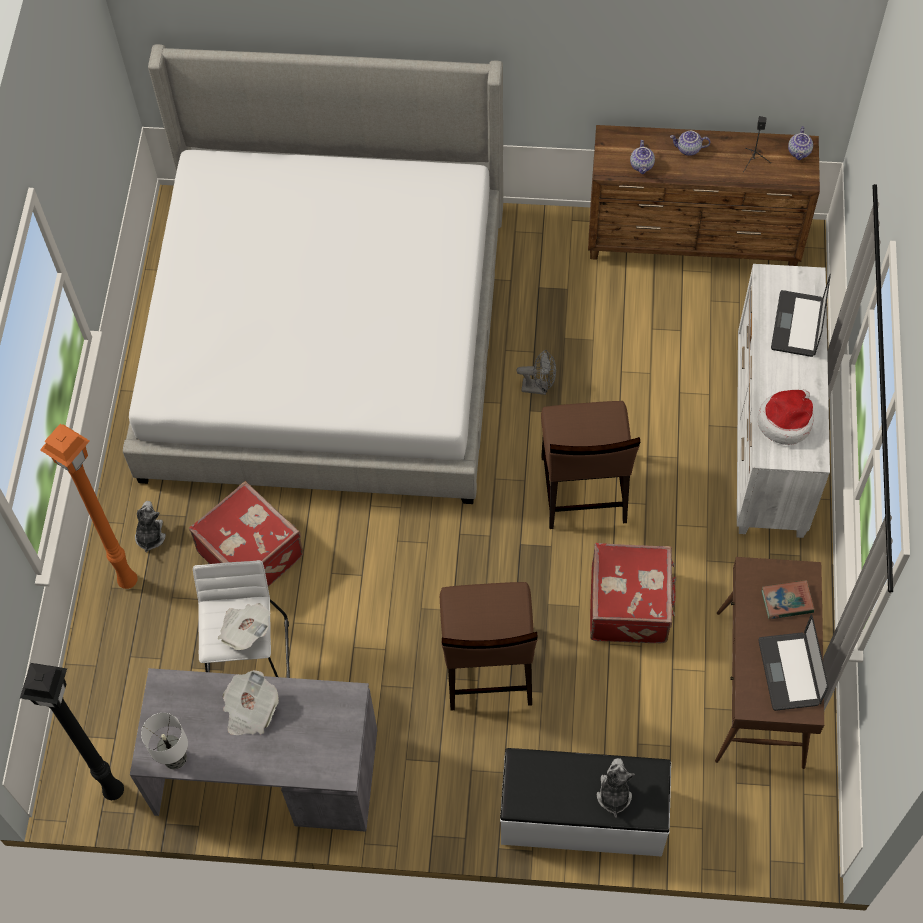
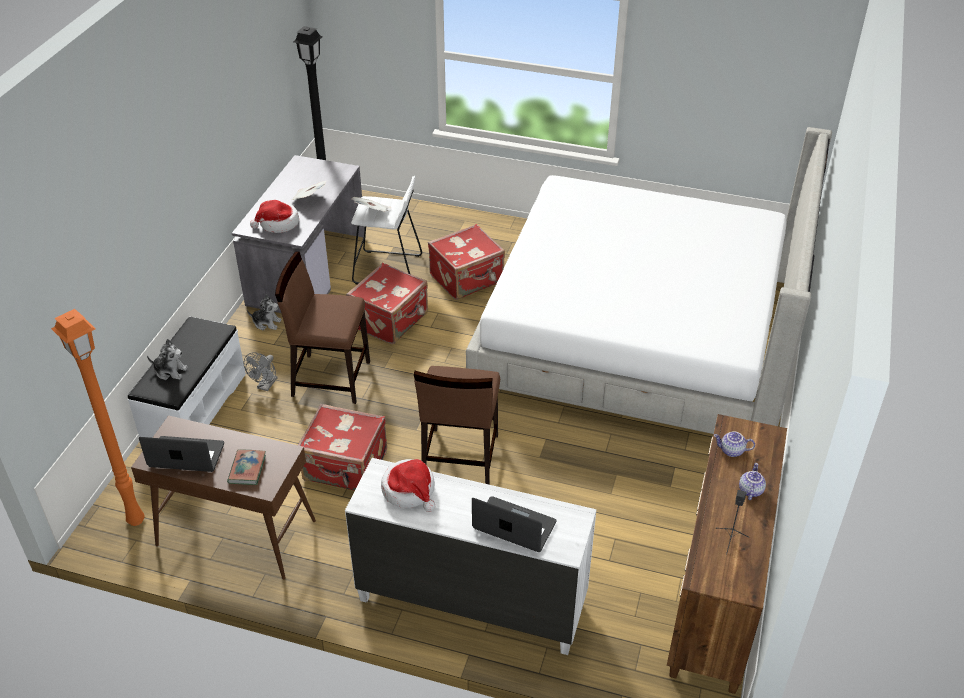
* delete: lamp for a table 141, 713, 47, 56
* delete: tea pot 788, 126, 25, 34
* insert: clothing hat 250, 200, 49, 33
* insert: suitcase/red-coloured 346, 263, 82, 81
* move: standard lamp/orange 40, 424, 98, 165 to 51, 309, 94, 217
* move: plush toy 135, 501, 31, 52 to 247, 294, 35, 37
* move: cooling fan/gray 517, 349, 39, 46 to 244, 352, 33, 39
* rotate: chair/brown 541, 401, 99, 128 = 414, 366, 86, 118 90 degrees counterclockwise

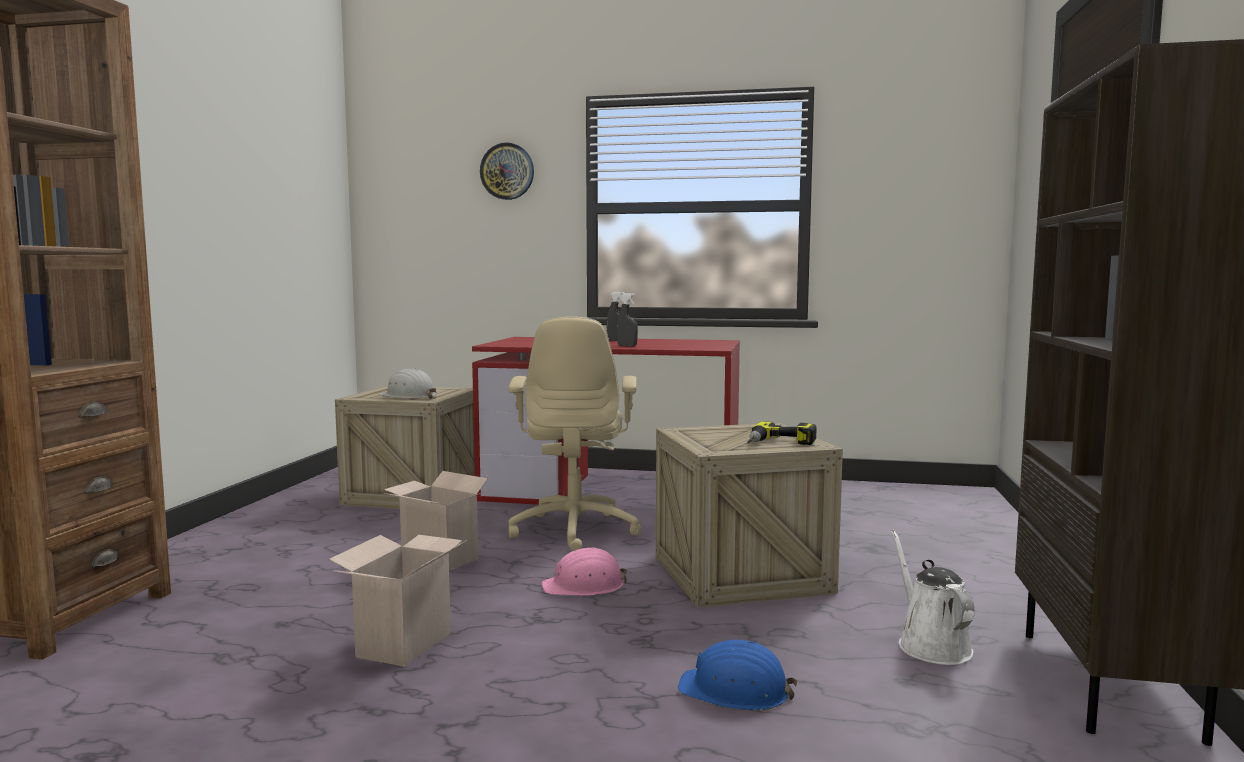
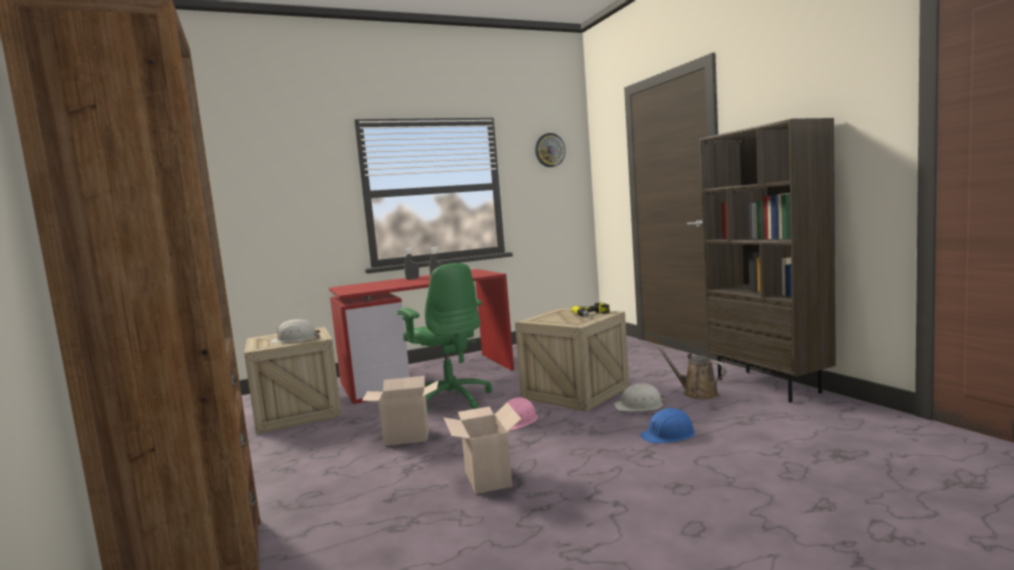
* insert: work helmet/white 614, 383, 51, 28
* move: wall clock 480, 143, 54, 57 to 535, 133, 31, 34
* recolor: desk chair/sand-coloured 508, 317, 133, 234 to desk chair/greenish 397, 263, 95, 150
* recolor: watering pot/white 891, 530, 83, 135 to watering pot/brown 656, 346, 71, 54

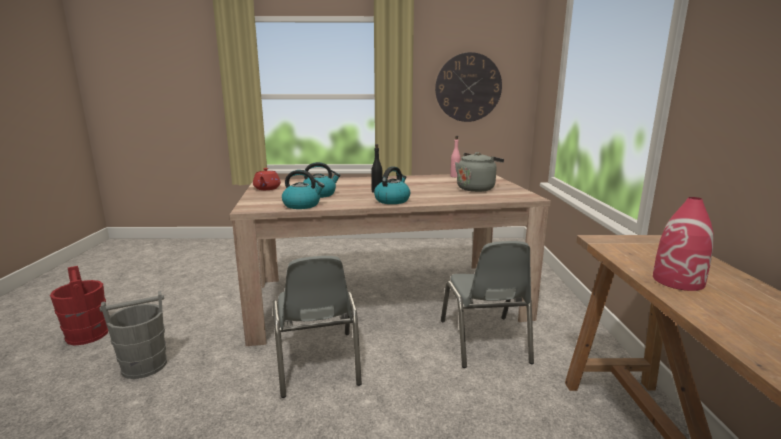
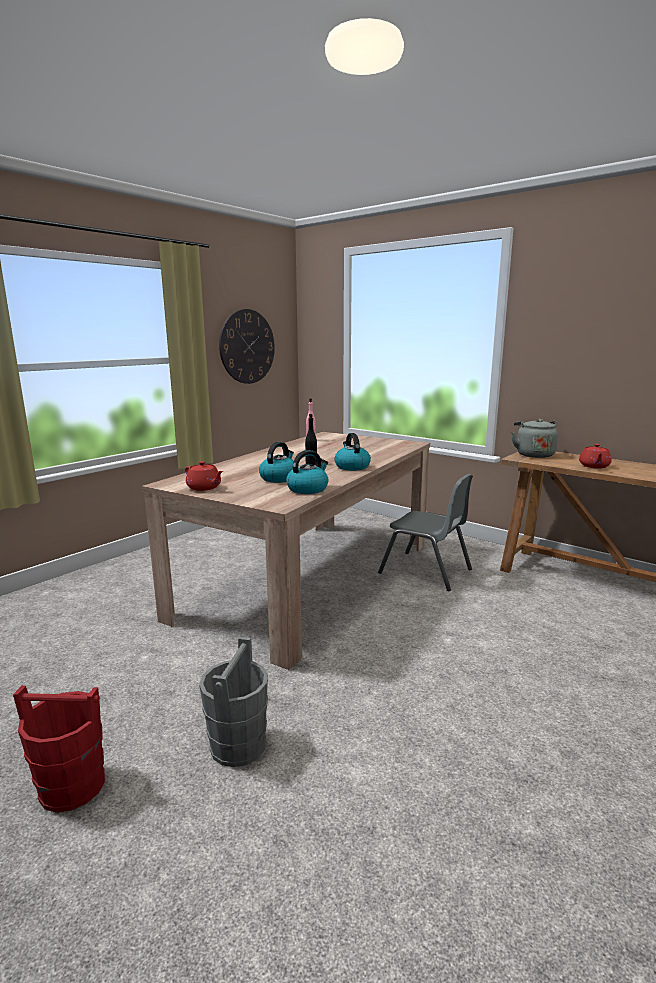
* delete: chair/gray 272, 256, 90, 142
* move: kettle/gray 455, 152, 49, 40 to 511, 419, 47, 39
* replace: decorative vase/red-coloured 653, 197, 60, 94 to tea pot/red-coloured 579, 444, 33, 25

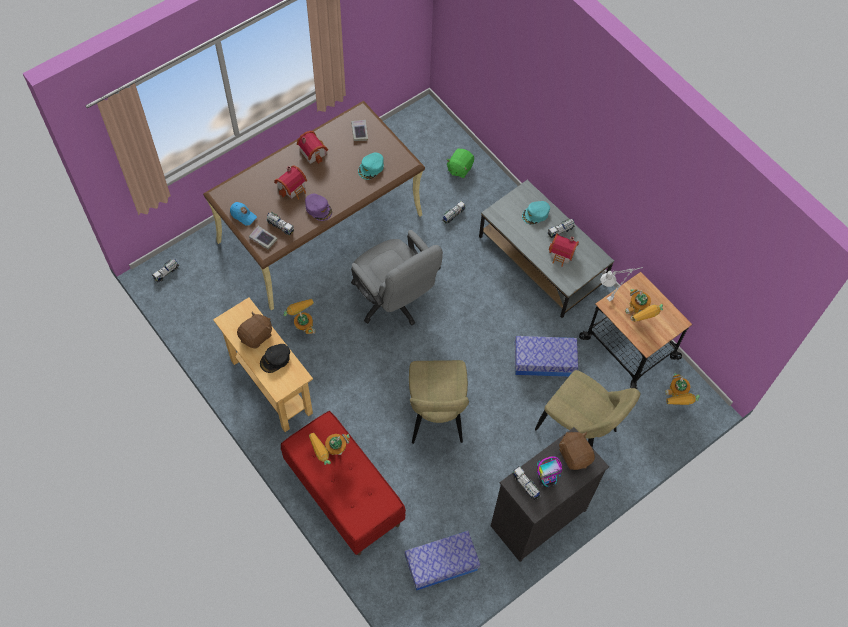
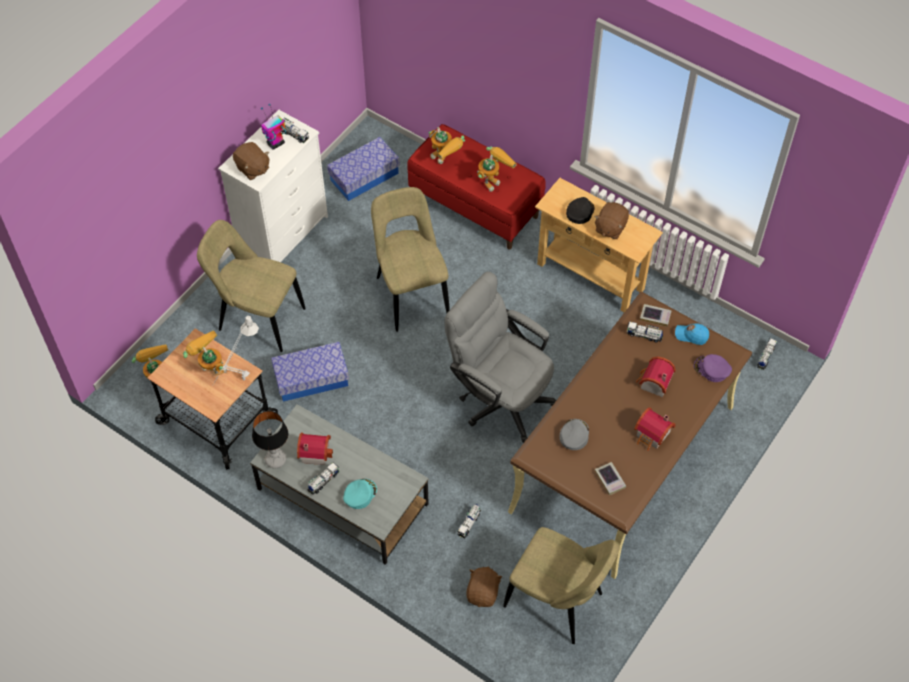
* insert: lamp for a table 252, 411, 36, 57
* insert: chair/sand-coloured 503, 527, 117, 117
* move: model robot 284, 299, 31, 35 to 428, 127, 37, 37
* move: peaked cap/purple-coloured 305, 194, 27, 27 to 694, 354, 38, 28
* recolor: peaked cap/turquoise 358, 152, 26, 28 to peaked cap/gray 559, 419, 30, 31
* recolor: plush toy/greenish 446, 149, 28, 29 to plush toy/brown 466, 567, 36, 40
* recolor: dresser/black-coloured 491, 427, 118, 135 to dresser/white 218, 110, 110, 152

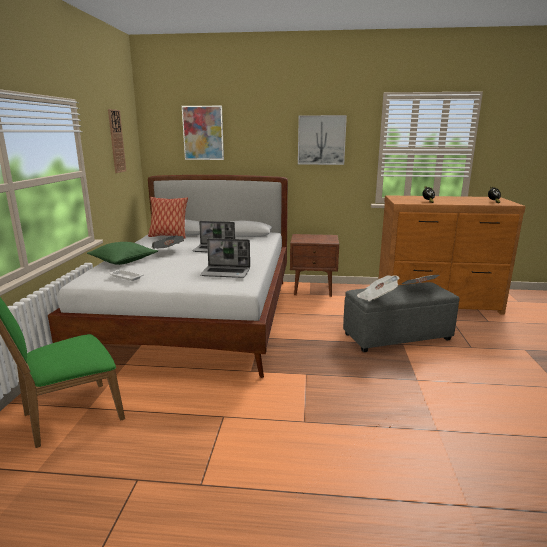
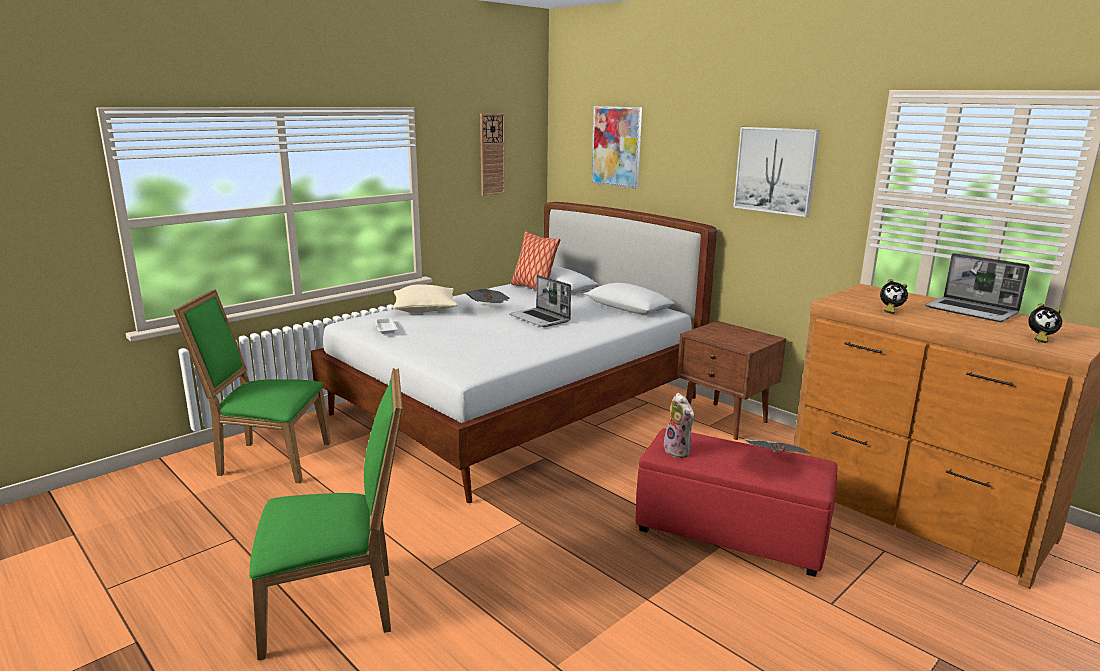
* insert: chair/greenish 249, 368, 154, 292
* move: portable computer 200, 238, 50, 40 to 926, 253, 104, 69
* replace: daily paper 357, 275, 43, 26 to plush toy 664, 393, 30, 65
* recolor: cushion/greenish 87, 242, 71, 23 to cushion/sand-coloured 393, 284, 65, 29
* recolor: pouffe/gray 343, 282, 116, 70 to pouffe/red-coloured 636, 428, 202, 149

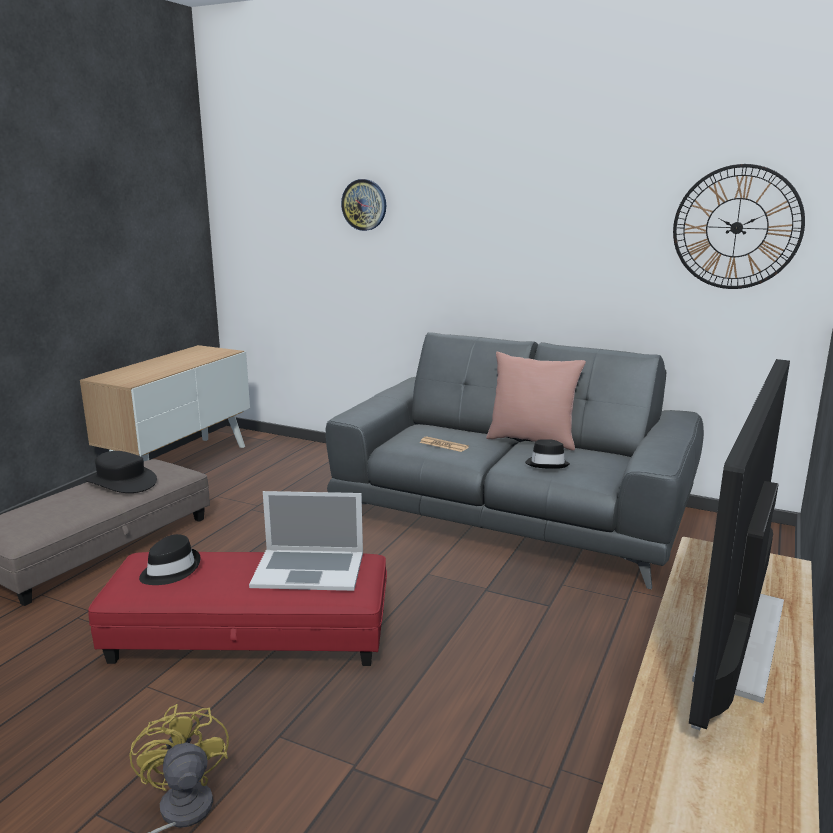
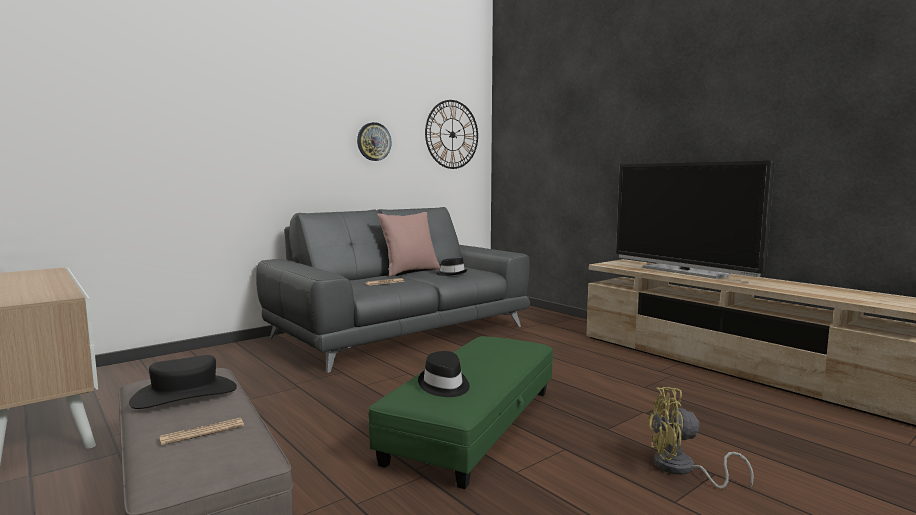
* delete: portable computer 249, 491, 114, 100
* insert: daily paper 160, 418, 84, 27
* move: wall clock 341, 179, 45, 52 to 357, 122, 35, 39
* recolor: pouffe/red-coloured 88, 552, 299, 114 to pouffe/greenish 368, 336, 185, 153

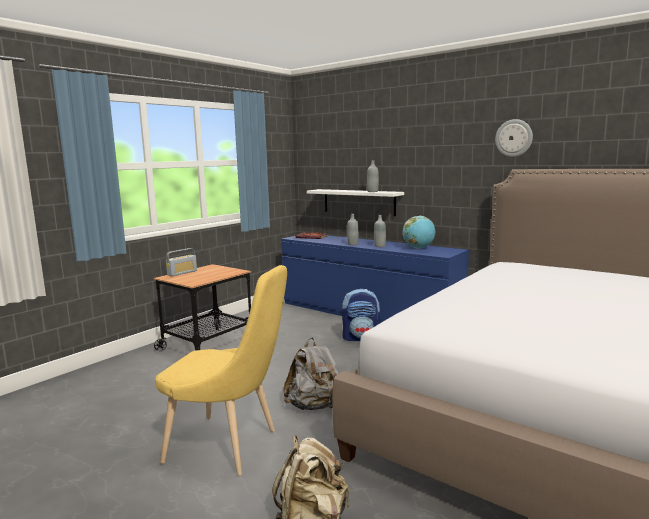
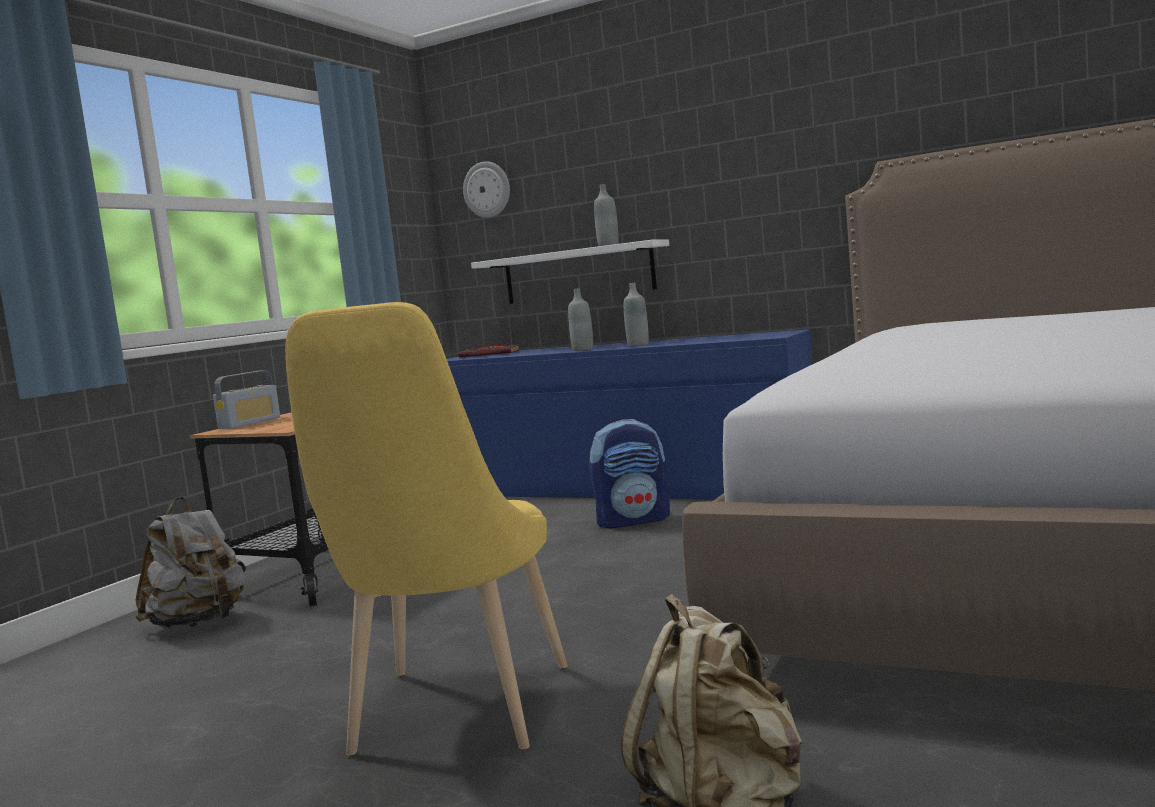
* delete: desk globe 403, 216, 32, 33
* move: knapsack/gray 283, 338, 55, 72 to 135, 497, 112, 131
* move: wall clock 495, 119, 38, 38 to 463, 161, 47, 57
* rotate: chair/yellow-coloured 155, 265, 132, 211 = 285, 302, 283, 454 90 degrees clockwise

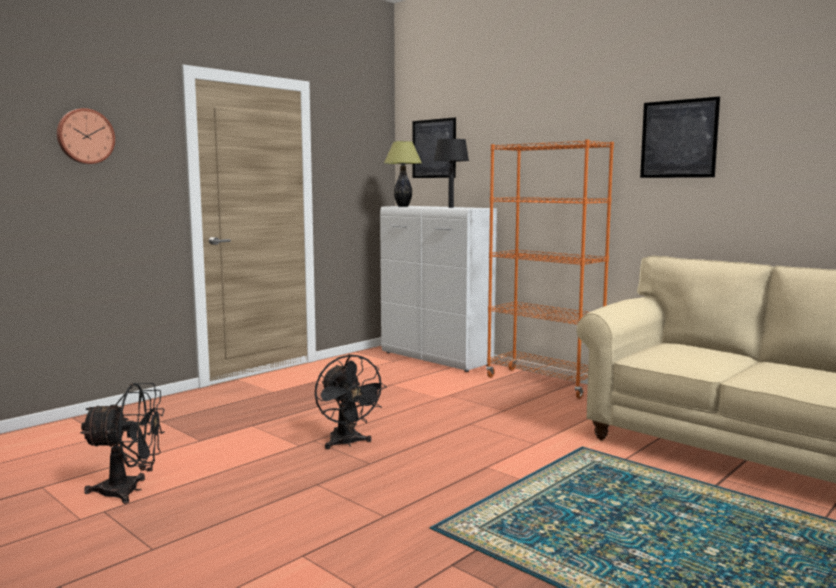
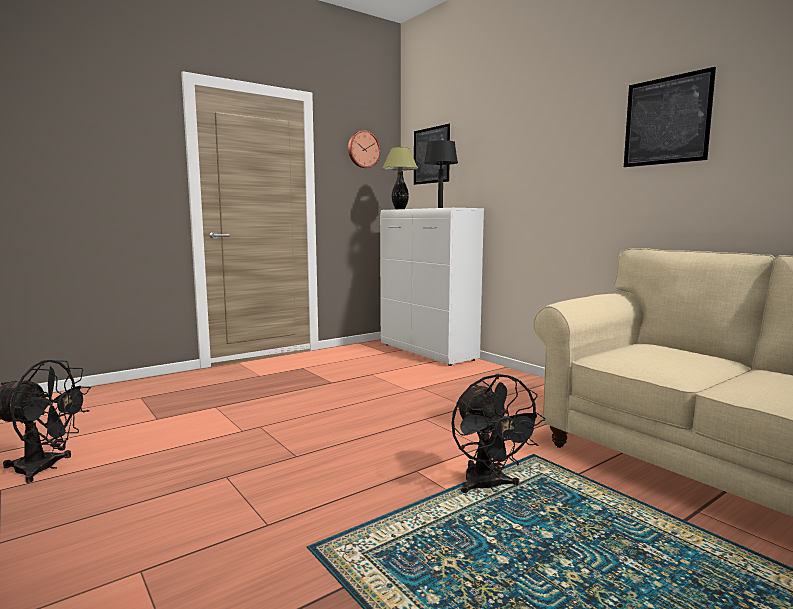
* delete: bookcase/orange 486, 139, 128, 260
* move: wall clock 57, 108, 58, 56 to 348, 130, 33, 38
* move: cooling fan/black-coloured 315, 354, 72, 95 to 452, 374, 94, 119

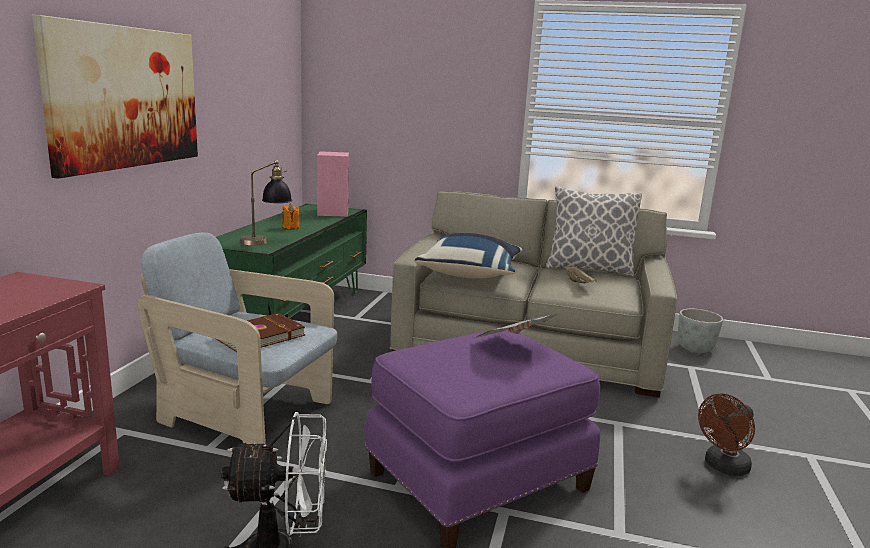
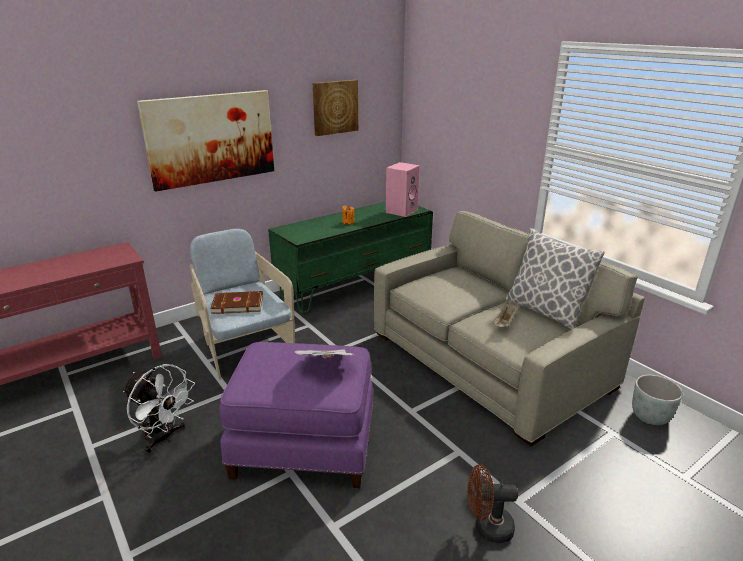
* delete: lamp for a table 239, 160, 53, 85
* delete: cushion/blue-coloured 415, 233, 107, 46
* insert: wall art 313, 80, 45, 56

